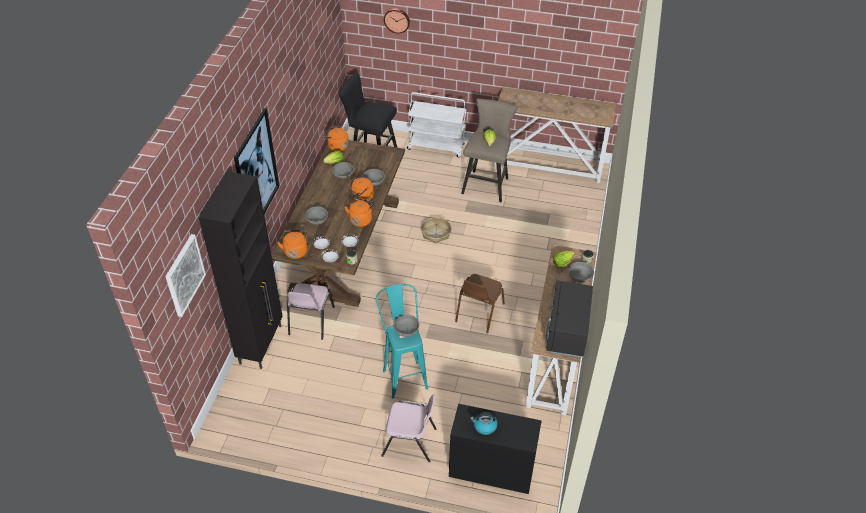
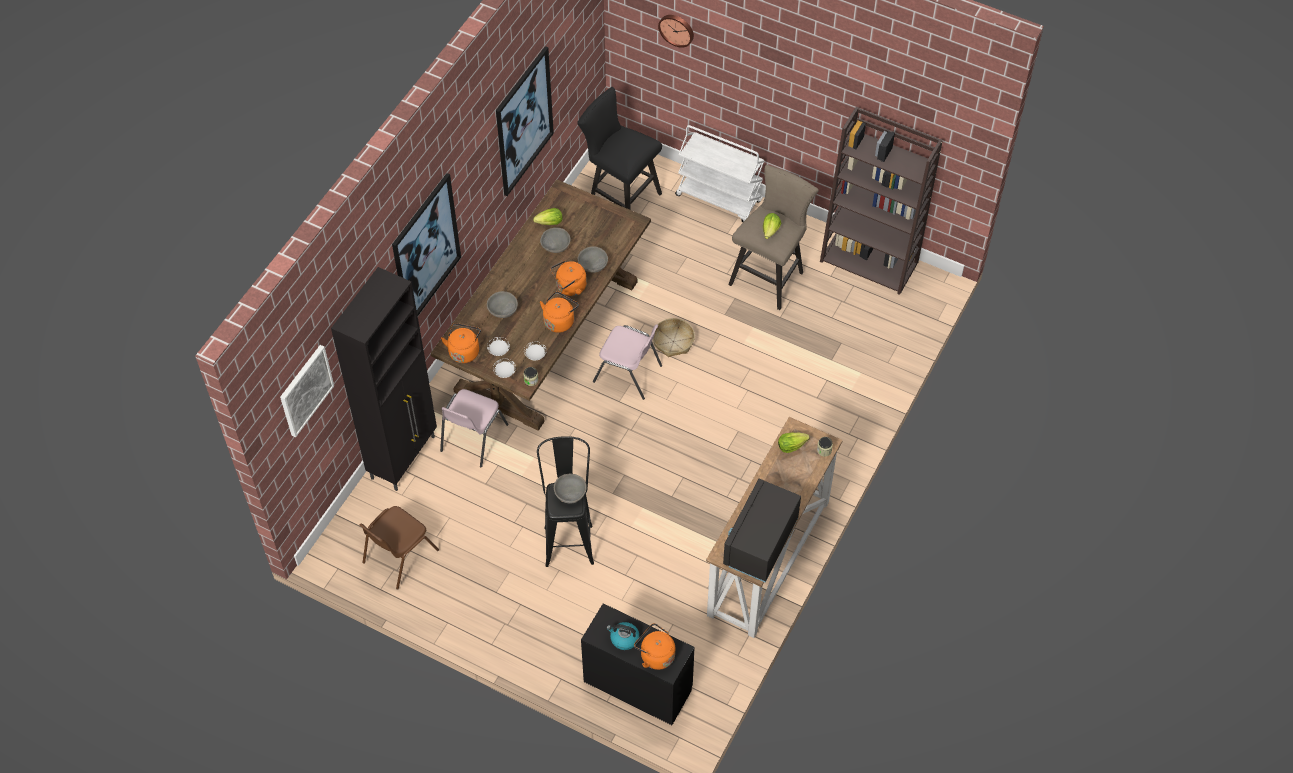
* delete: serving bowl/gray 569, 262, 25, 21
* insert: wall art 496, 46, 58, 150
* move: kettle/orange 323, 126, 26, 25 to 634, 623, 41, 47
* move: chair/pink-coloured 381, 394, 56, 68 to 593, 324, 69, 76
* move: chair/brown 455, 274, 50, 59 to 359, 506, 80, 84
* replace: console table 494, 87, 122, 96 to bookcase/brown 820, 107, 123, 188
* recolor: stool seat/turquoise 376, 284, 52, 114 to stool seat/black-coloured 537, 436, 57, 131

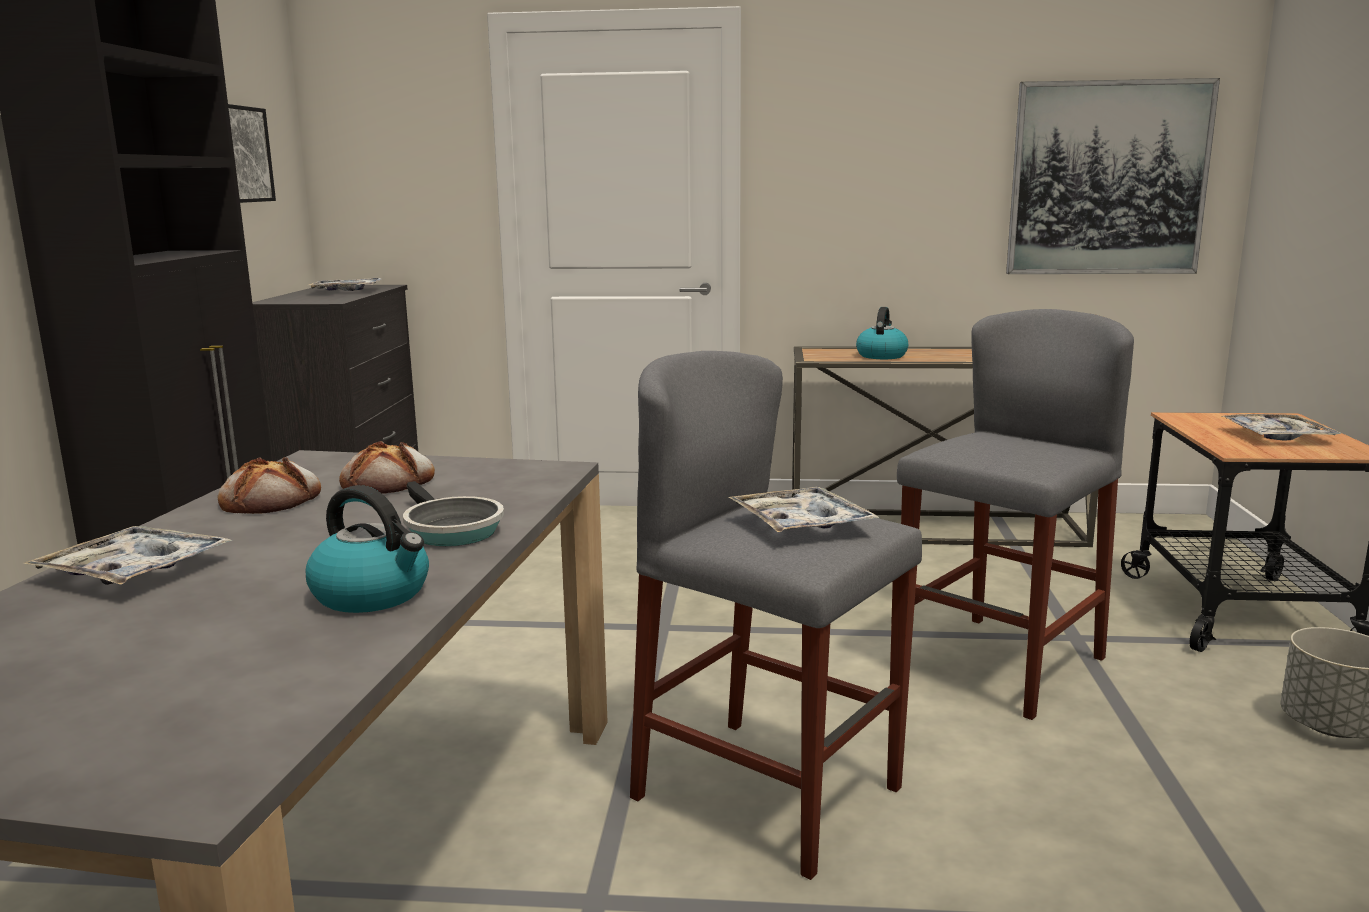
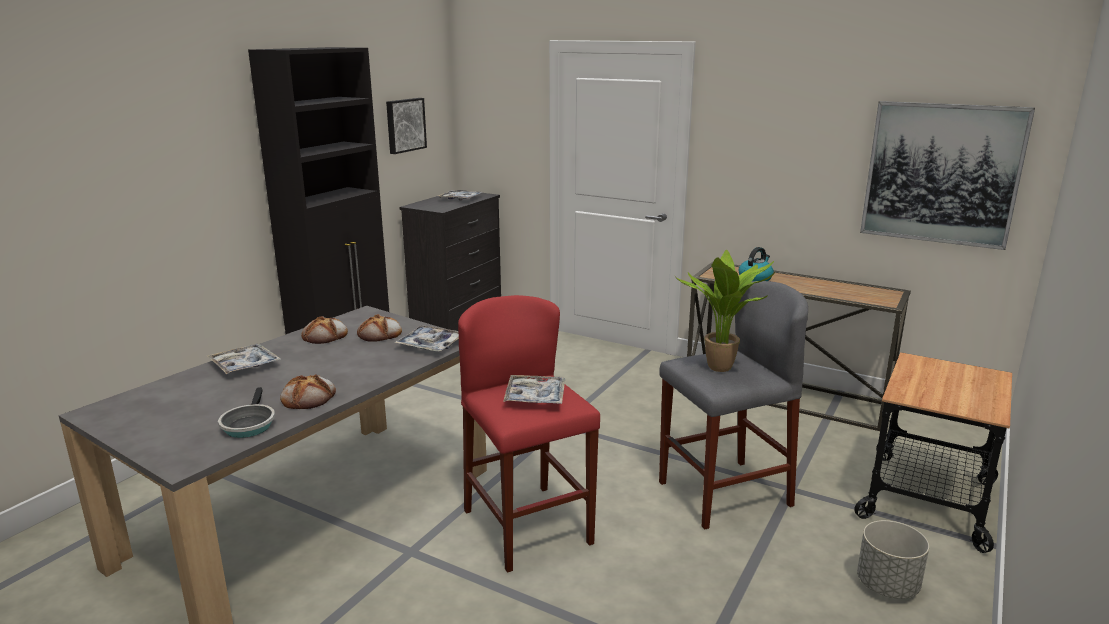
* insert: houseplant 676, 250, 99, 122
* move: frying pan 403, 481, 101, 65 to 218, 387, 57, 51
* move: tray 1221, 414, 120, 26 to 394, 326, 65, 25
* replace: kettle 306, 485, 123, 128 to bread 280, 374, 56, 35
* recolor: stool seat/gray 630, 351, 292, 529 to stool seat/red-coloured 458, 295, 142, 278

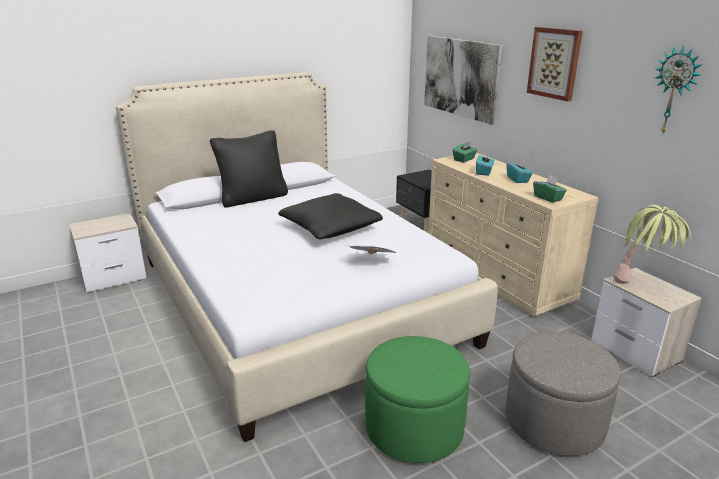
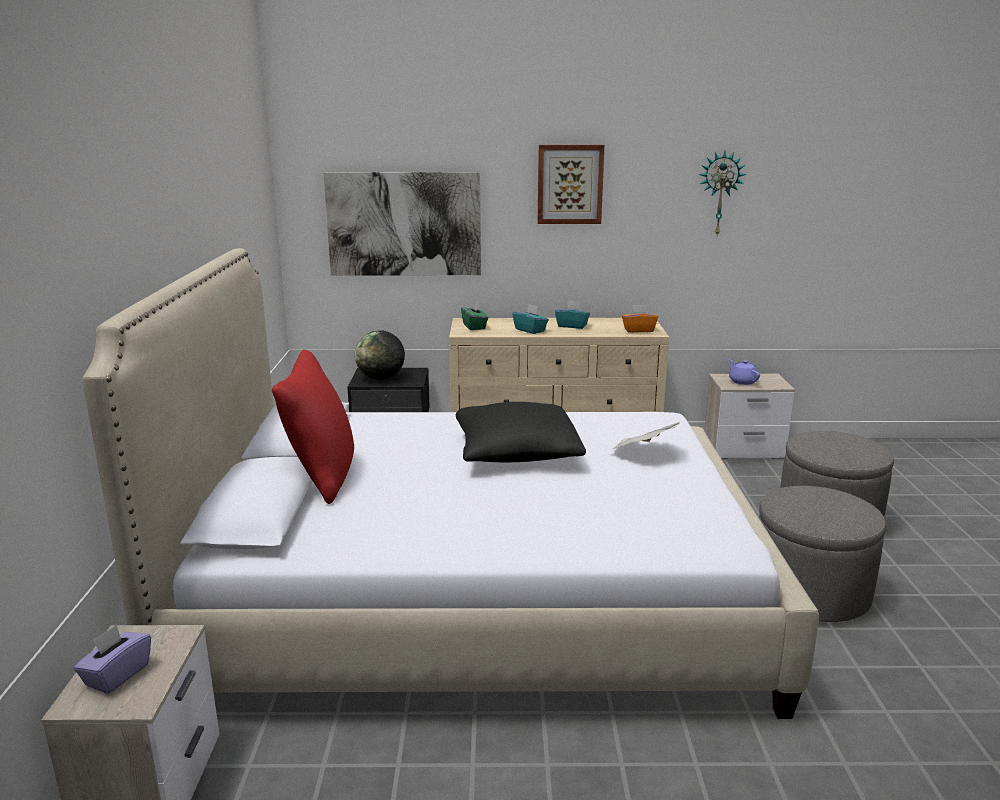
* insert: tissue holder/purple-coloured 74, 624, 77, 70
* insert: desk globe 355, 330, 50, 50
* replace: houseplant 613, 205, 78, 79 to tea pot/purple-coloured 729, 359, 31, 26
* recolor: cushion/black-coloured 210, 130, 78, 77 to cushion/red-coloured 272, 350, 82, 154
* recolor: pouffe/greenish 365, 336, 105, 127 to pouffe/gray 759, 486, 127, 136
* recolor: tissue holder/greenish 533, 175, 34, 28 to tissue holder/orange 622, 305, 36, 28

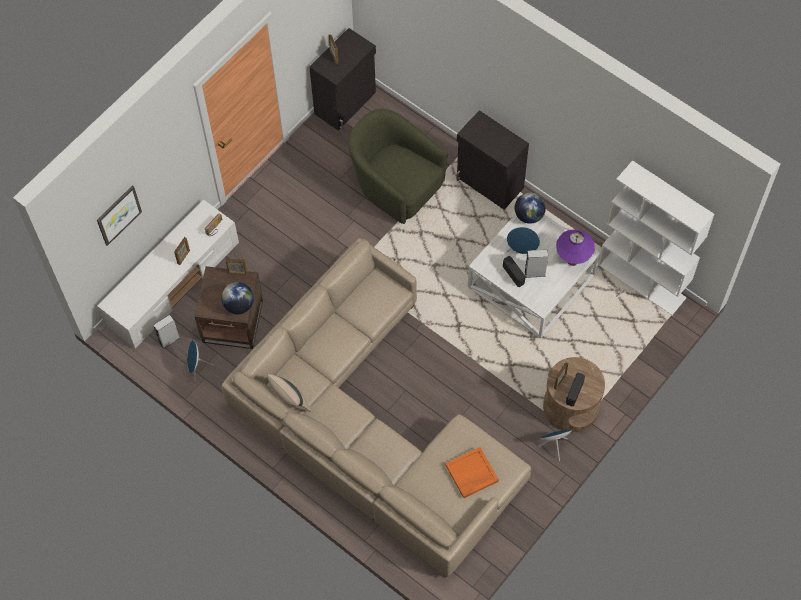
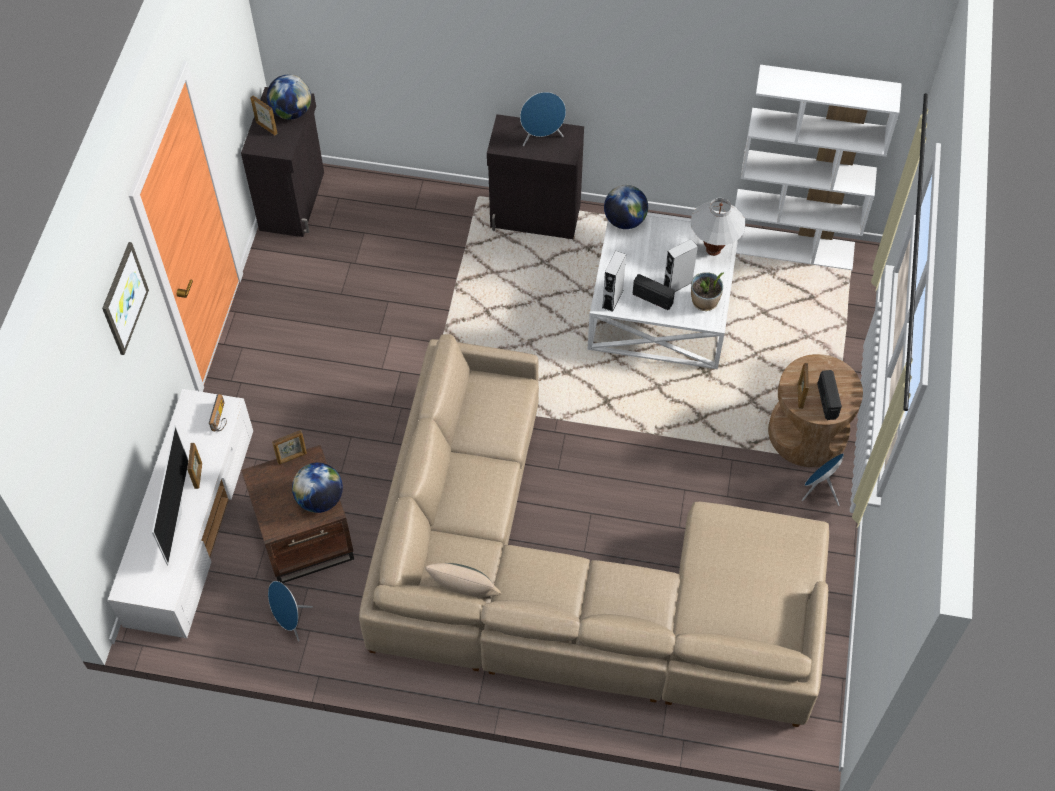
* delete: lounge chair/greenish 349, 109, 98, 115
* delete: tray/orange 445, 447, 54, 51
* insert: television 152, 425, 36, 141
* insert: desk globe 267, 75, 44, 44
* insert: houseplant 691, 272, 33, 39
* move: wall art 97, 185, 45, 61 to 102, 242, 47, 113
* move: loudspeaker/gray 153, 315, 27, 34 to 602, 251, 24, 61
* move: loudspeaker/blue-coloured 507, 227, 33, 27 to 520, 92, 46, 54
* recolor: lamp for a table/purple-coloured 556, 229, 39, 37 to lamp for a table/white 691, 198, 54, 58

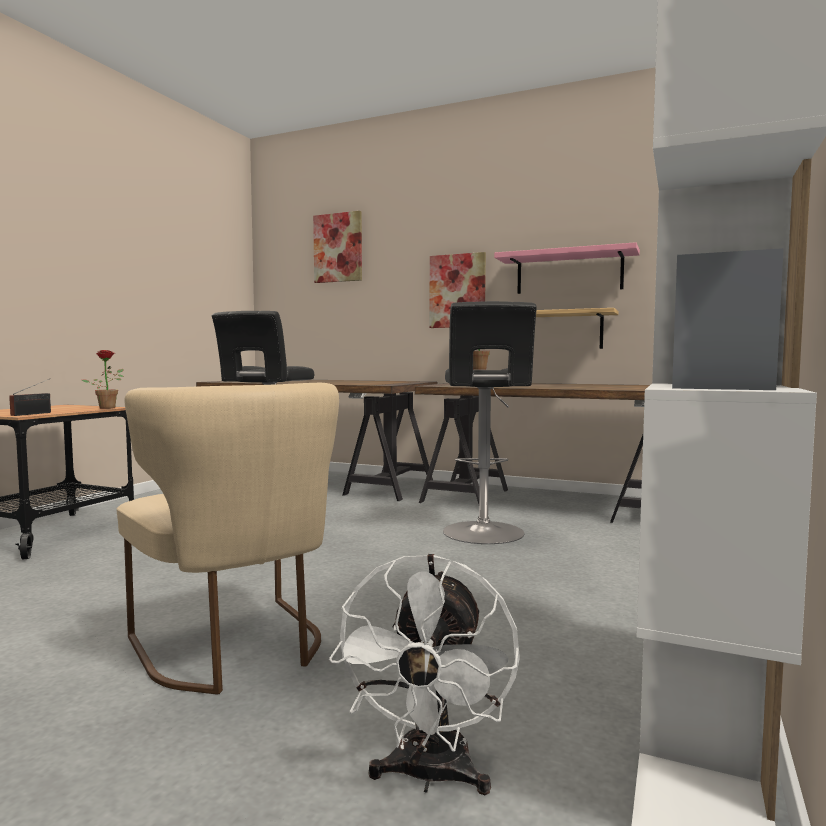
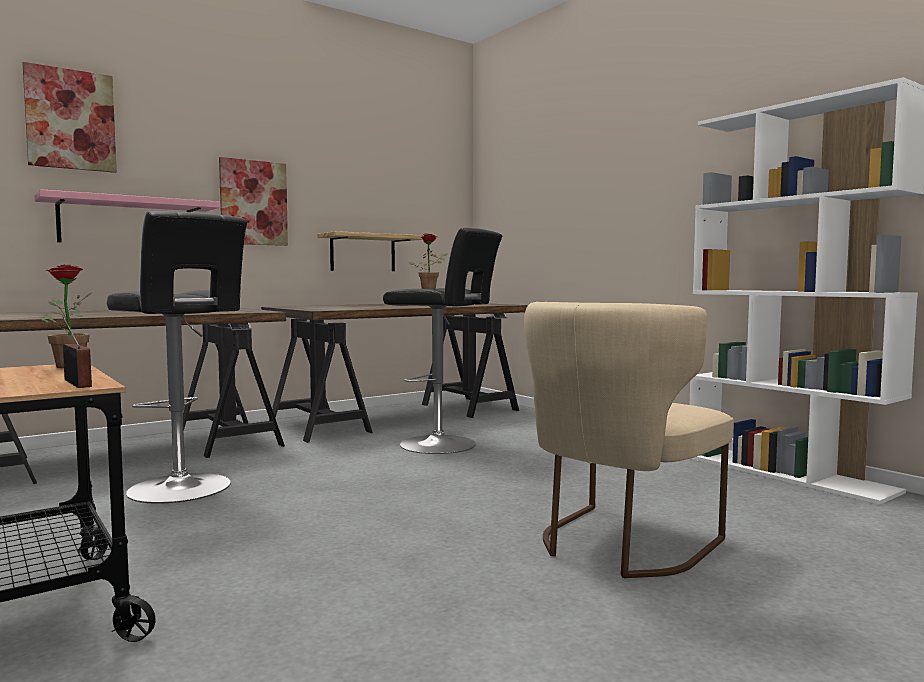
* delete: cooling fan/white 329, 554, 190, 241
* move: bracket shelf/pink-coloured 494, 242, 146, 52 to 35, 189, 185, 53
* rotate: chair/sand-coloured 117, 383, 222, 312 = 524, 302, 210, 276 135 degrees clockwise

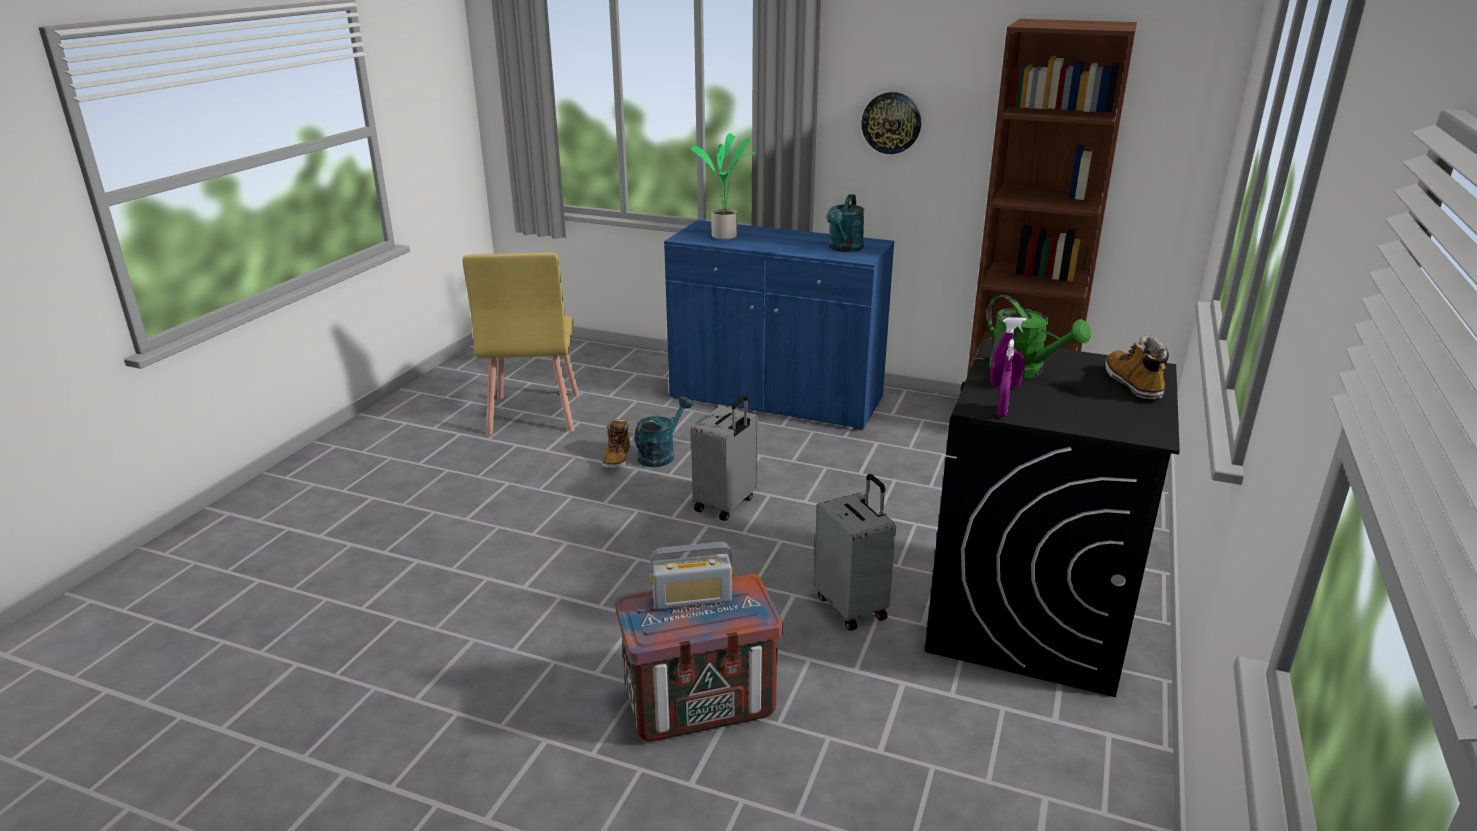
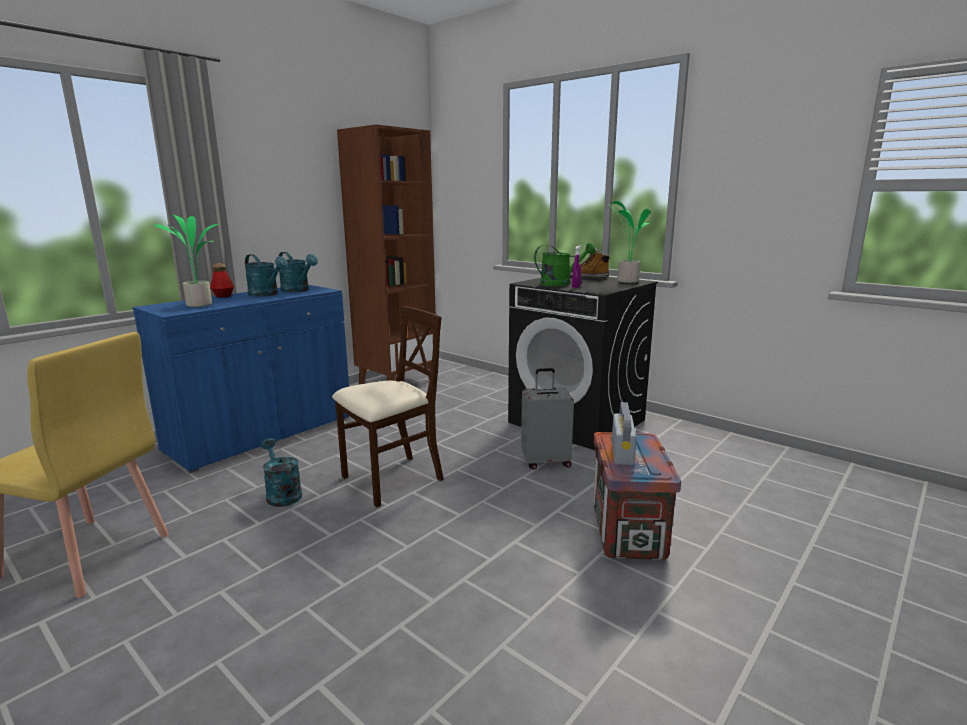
* delete: tall boot 602, 419, 29, 50
* delete: wall clock 862, 92, 59, 62
* delete: hand sprayer/purple-coloured 997, 339, 17, 78
* insert: bottle 210, 263, 24, 35
* insert: watering pot/turquoise 245, 254, 43, 43
* insert: houseplant 611, 201, 40, 82
* replace: suitcase/gray 691, 395, 67, 126 to chair/sand-coloured 332, 306, 112, 202

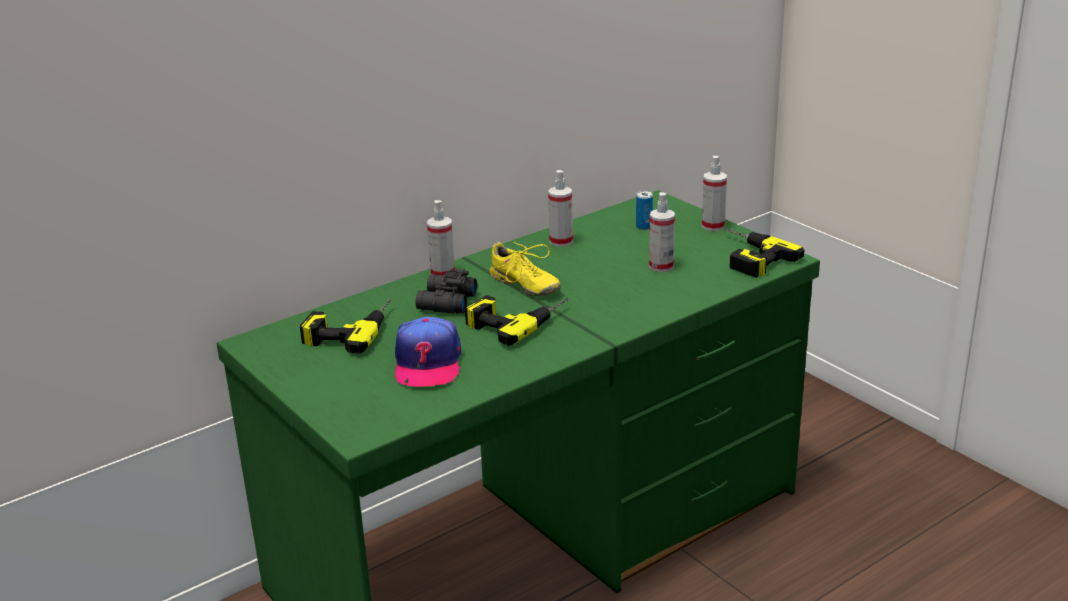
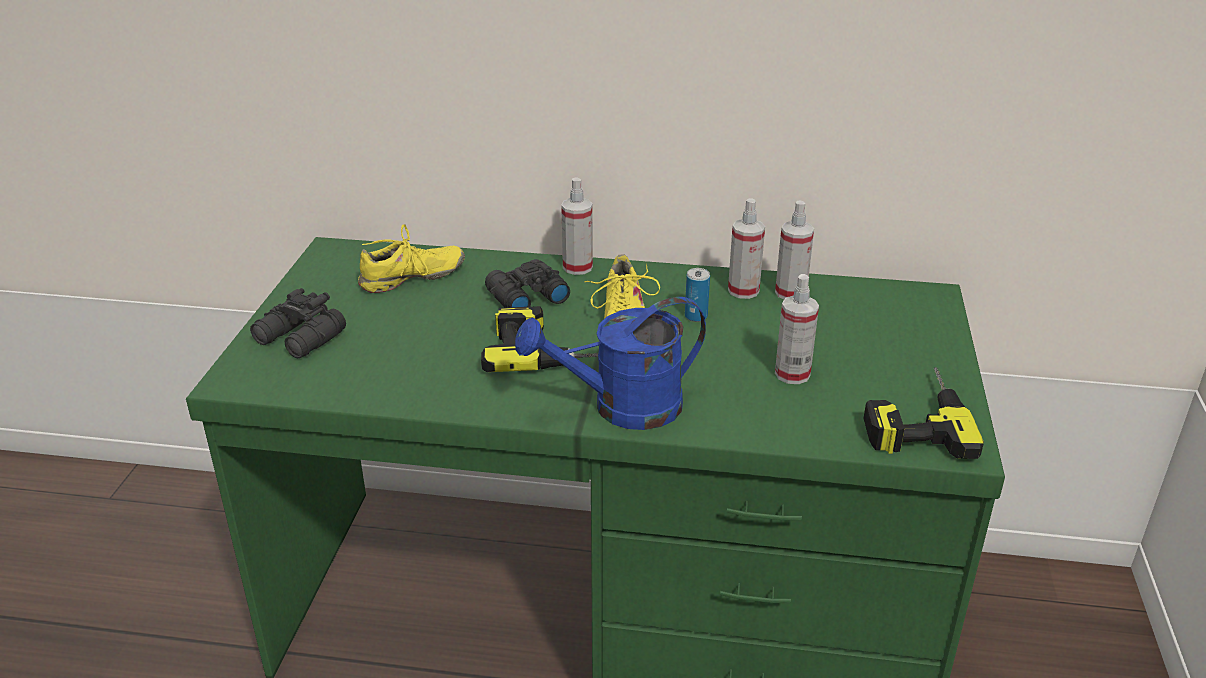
* delete: peaked cap 395, 317, 66, 70
* insert: field glasses/black-coloured 250, 288, 96, 70
* insert: watering pot/blue-coloured 515, 297, 191, 133
* move: can 636, 191, 17, 39 to 685, 268, 25, 54
* move: hand sprayer 702, 156, 25, 75 to 775, 201, 39, 98
* replace: power drill 300, 299, 91, 55 to shoe/yellow-coloured 358, 224, 107, 69

